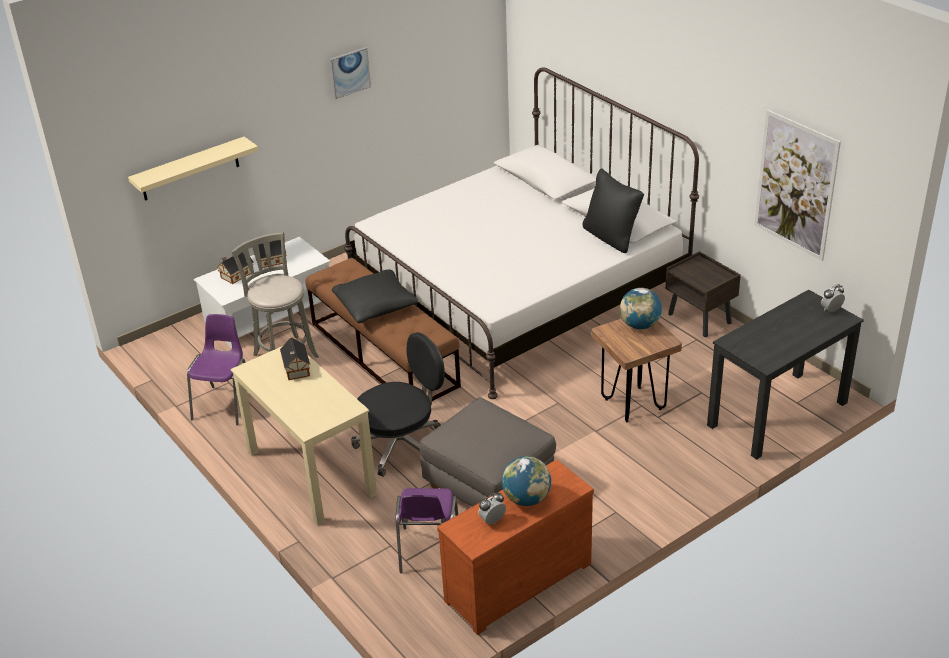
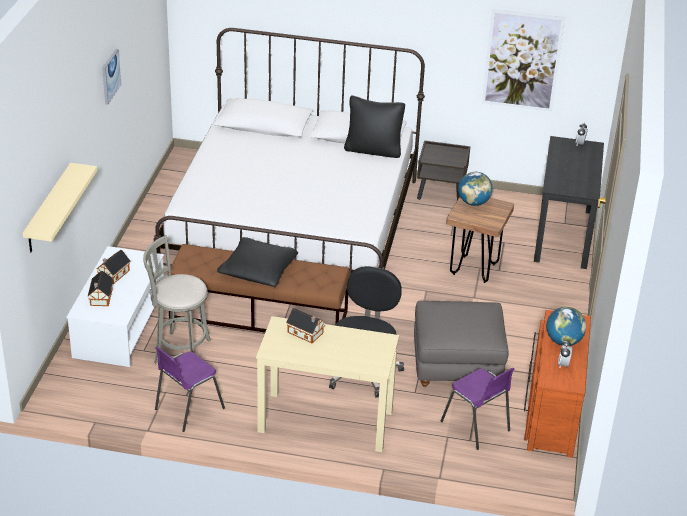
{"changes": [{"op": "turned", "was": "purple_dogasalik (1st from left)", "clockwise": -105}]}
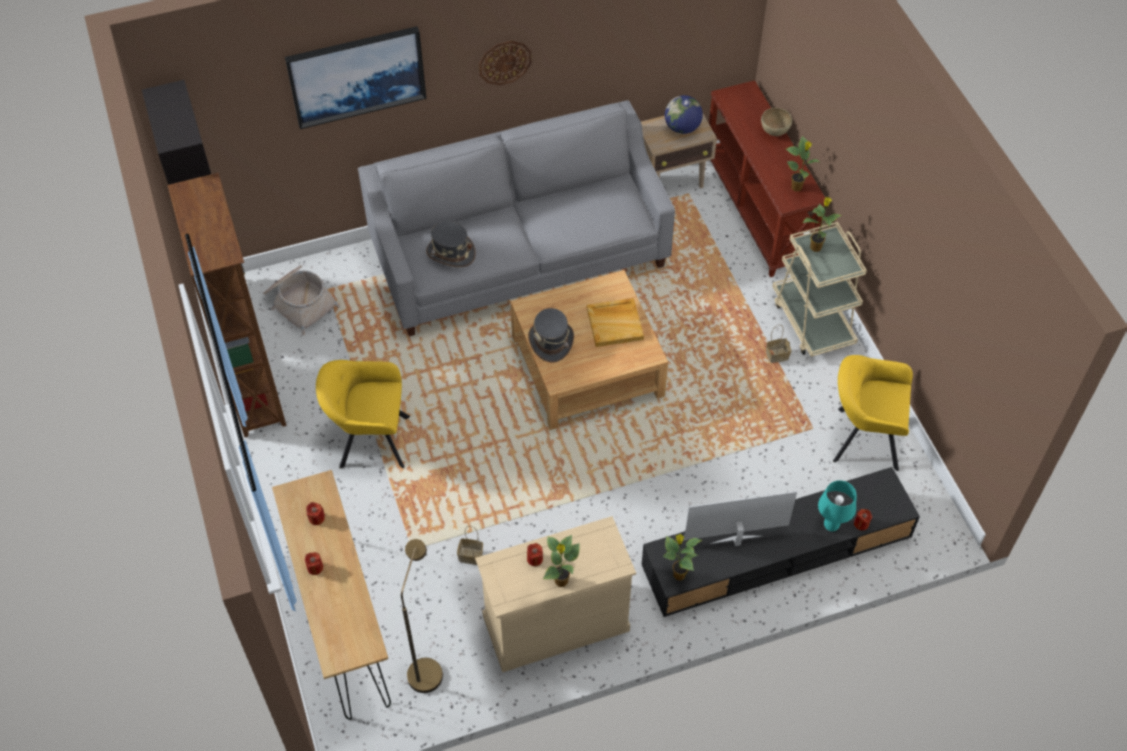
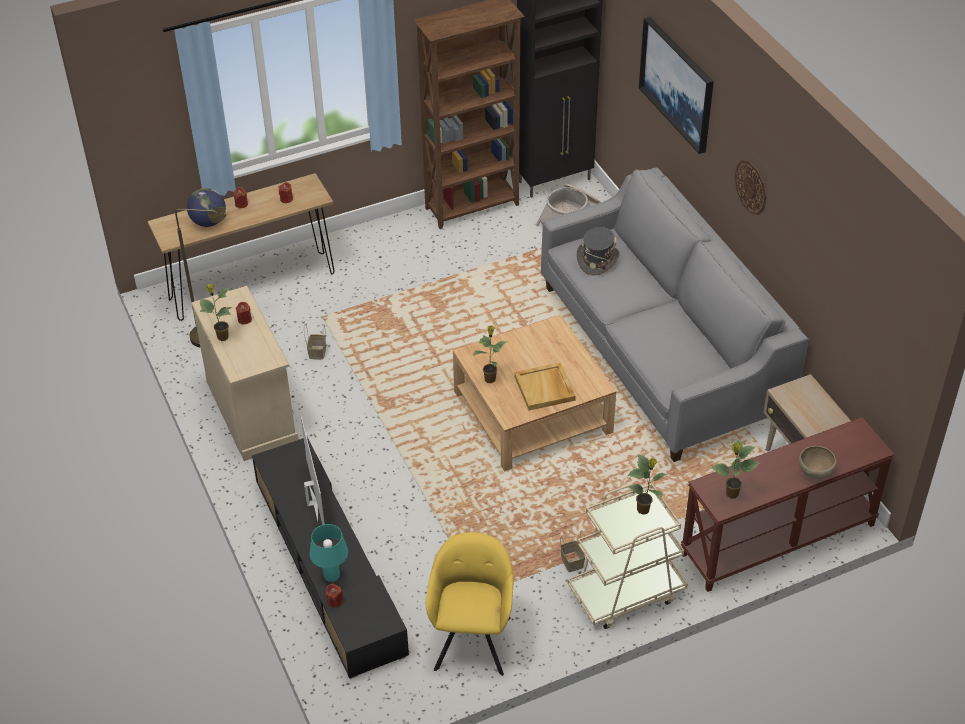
{"changes": [{"op": "moved", "was": "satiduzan"}, {"op": "moved", "was": "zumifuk (2nd from left)"}, {"op": "removed", "was": "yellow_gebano (1st from left)"}, {"op": "removed", "was": "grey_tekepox (2nd from left)"}]}
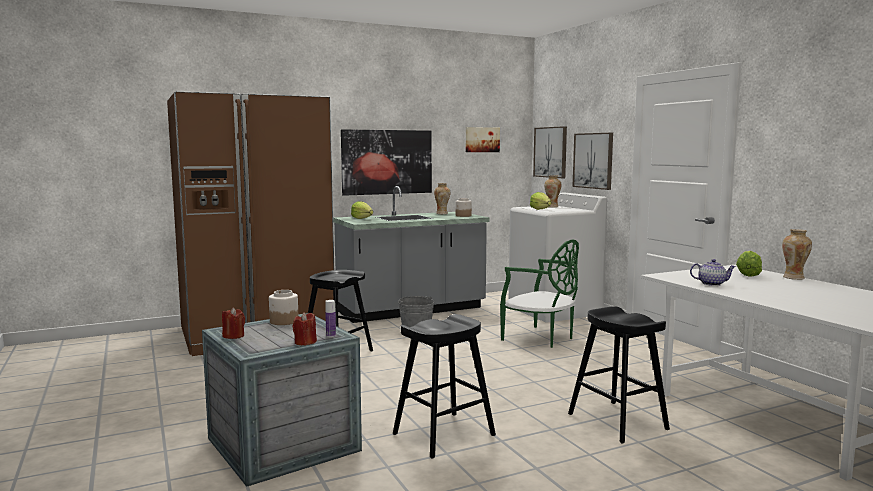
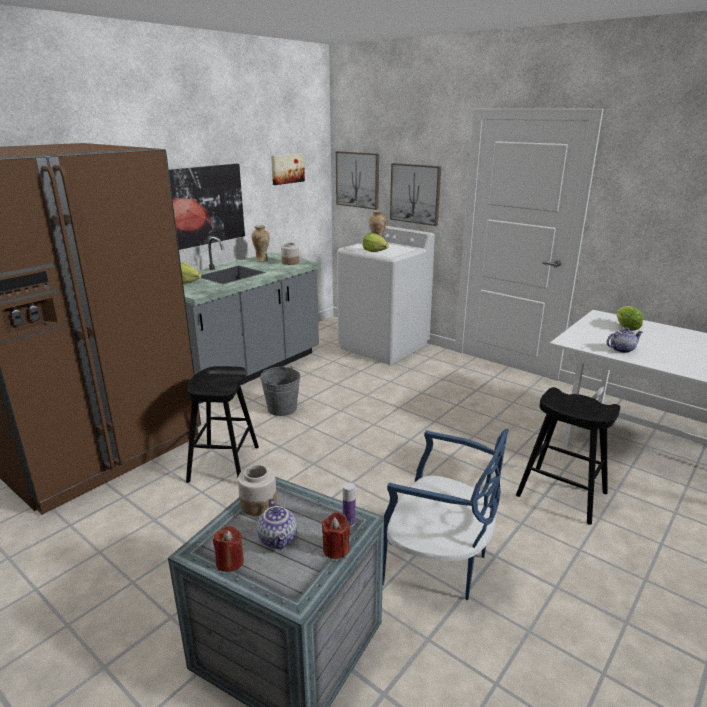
{"changes": [{"op": "added", "now": "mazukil (1st from left)"}, {"op": "replaced", "was": "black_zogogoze (2nd from left)", "now": "blue_dogasalik"}, {"op": "removed", "was": "green_dogasalik"}, {"op": "removed", "was": "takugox (3rd from left)"}]}
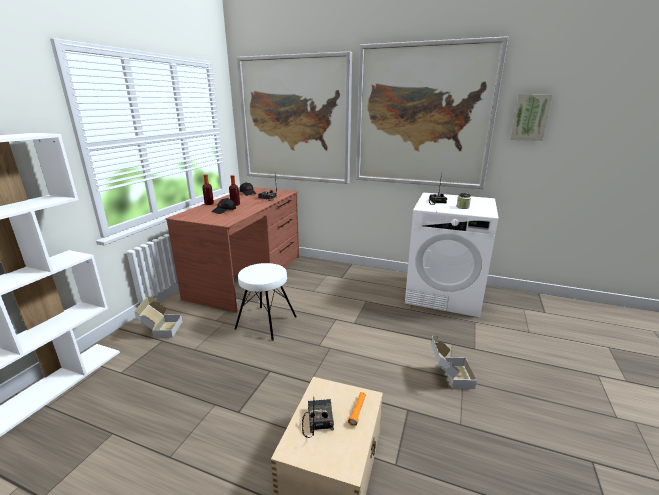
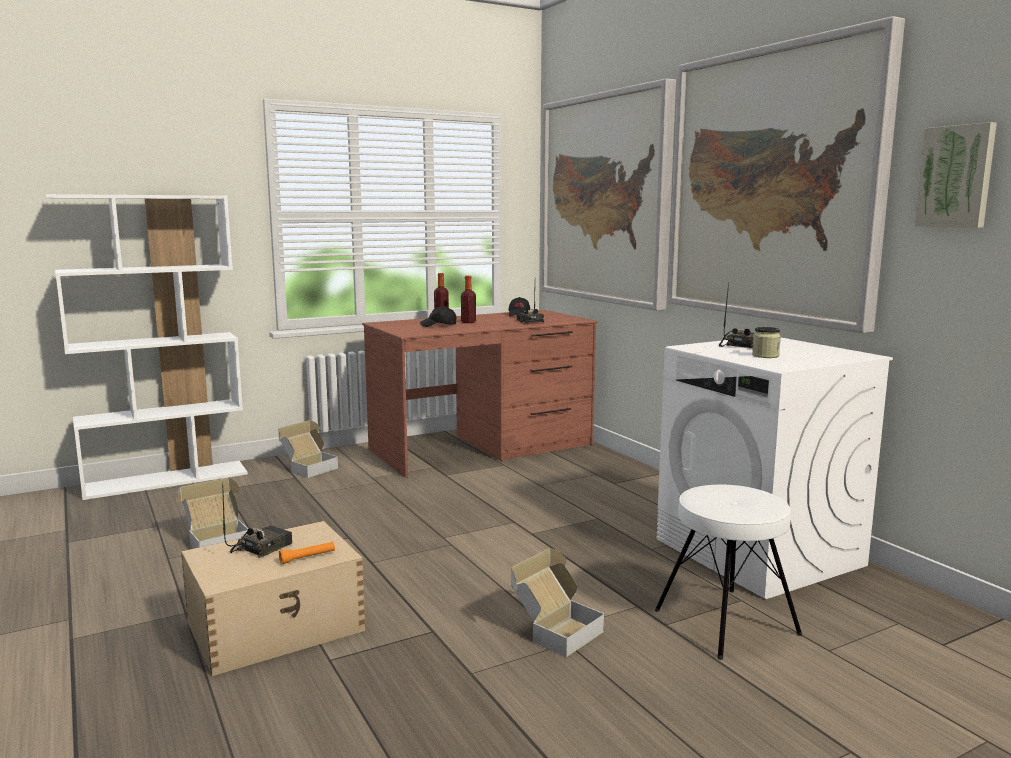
{"changes": [{"op": "added", "now": "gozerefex (1st from left)"}, {"op": "moved", "was": "white_zogogoze"}]}
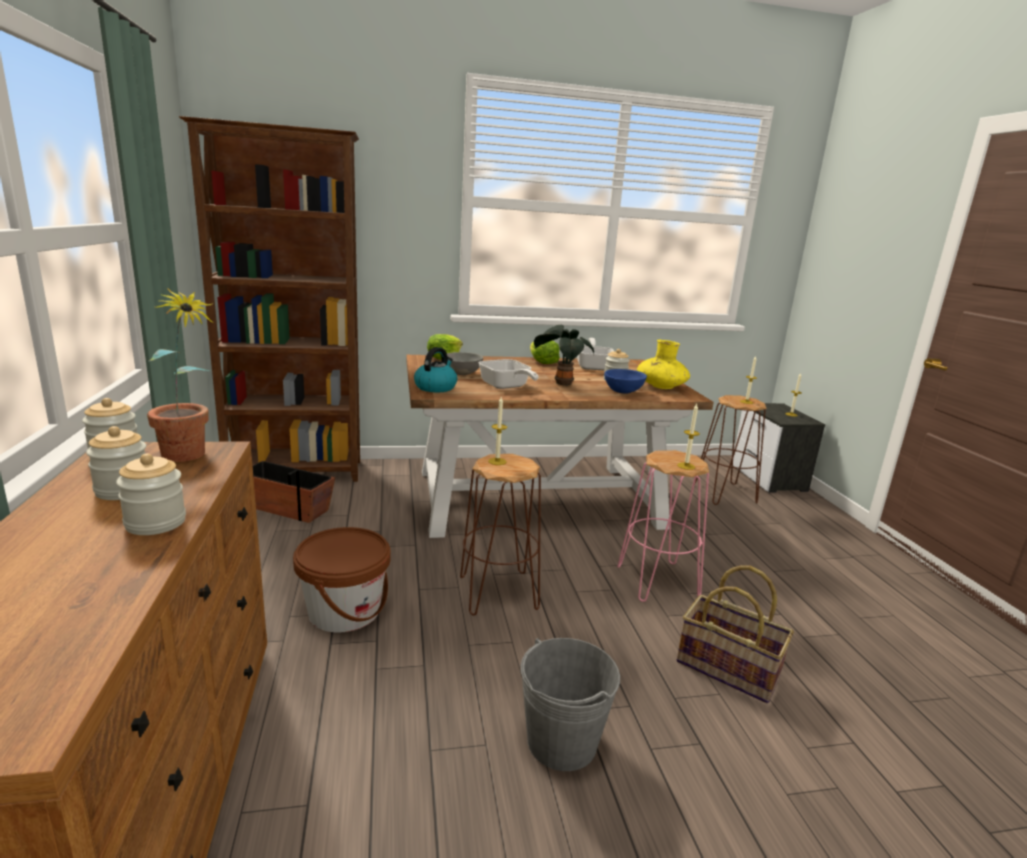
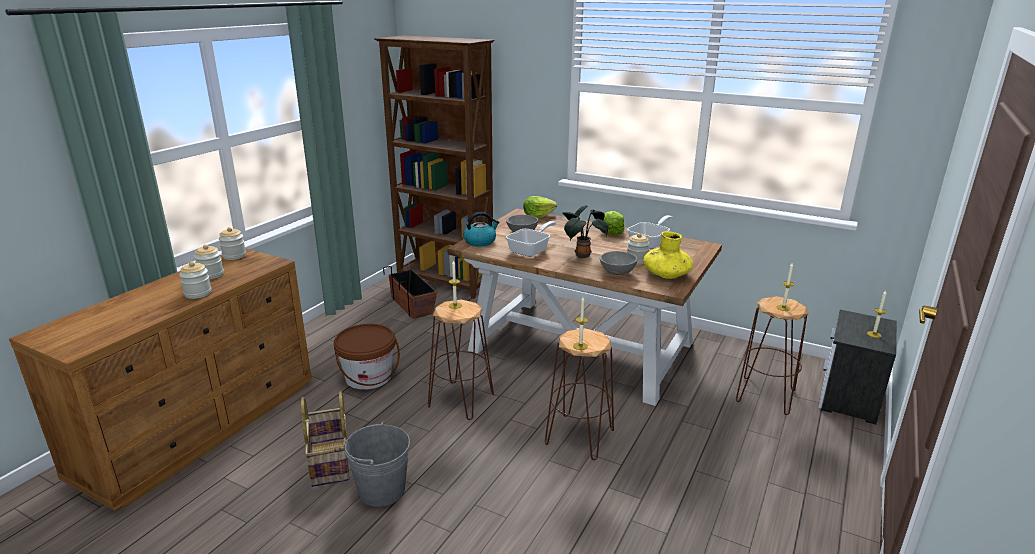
{"changes": [{"op": "moved", "was": "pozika"}, {"op": "turned", "was": "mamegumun (1st from left)", "clockwise": -150}, {"op": "recoloured", "was": "pink_zogogoze", "now": "brown_zogogoze (2nd from left)"}, {"op": "recoloured", "was": "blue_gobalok", "now": "grey_gobalok (2nd from left)"}, {"op": "removed", "was": "zumifuk (1st from left)"}]}
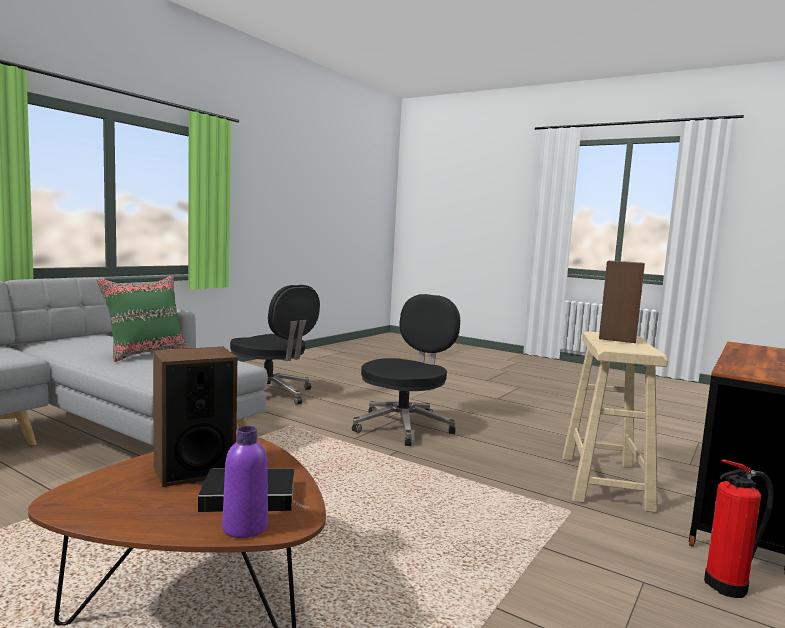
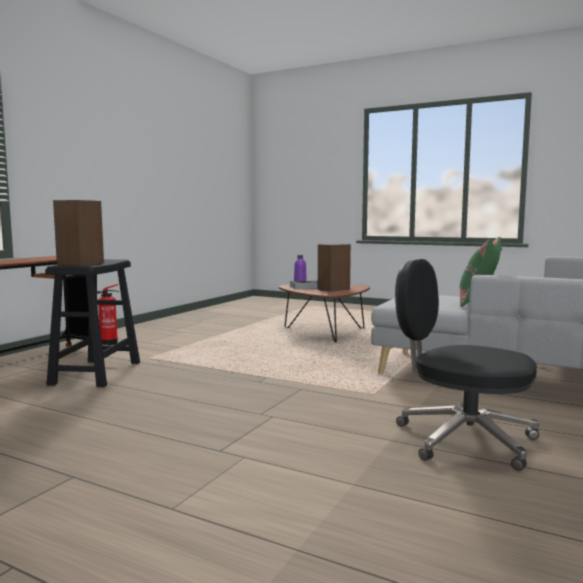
{"changes": [{"op": "recoloured", "was": "beige_zogogoze", "now": "black_zogogoze"}, {"op": "removed", "was": "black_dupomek (2nd from left)"}]}
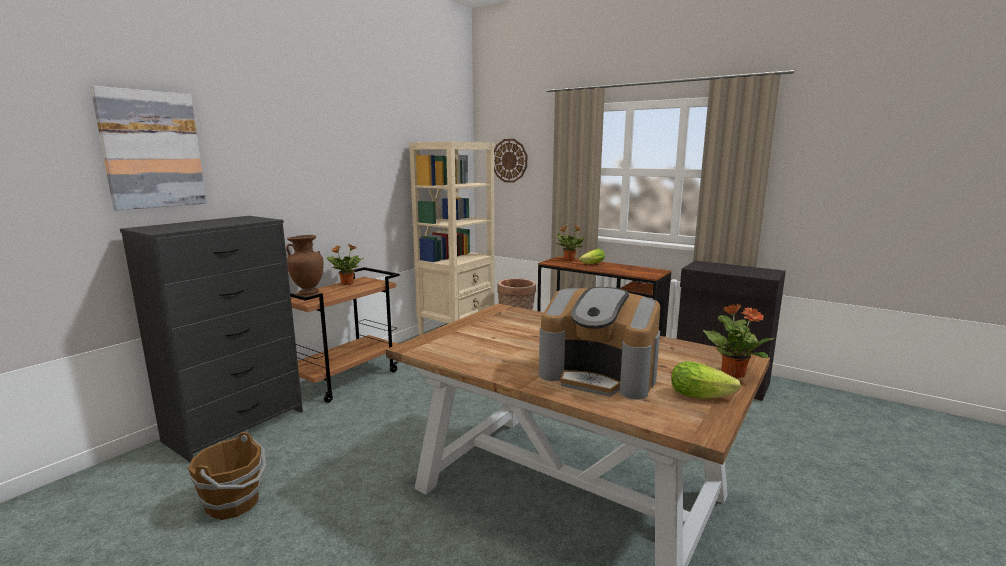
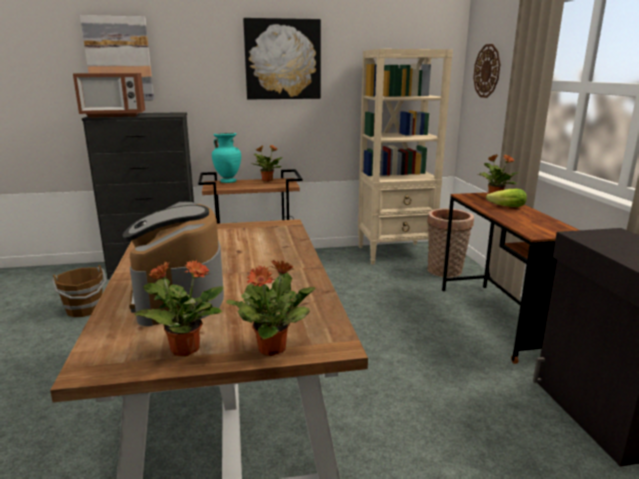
{"changes": [{"op": "added", "now": "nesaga"}, {"op": "replaced", "was": "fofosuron (2nd from left)", "now": "zumifuk (1st from left)"}, {"op": "recoloured", "was": "brown_takugox", "now": "turquoise_takugox"}, {"op": "added", "now": "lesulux (2nd from left)"}]}
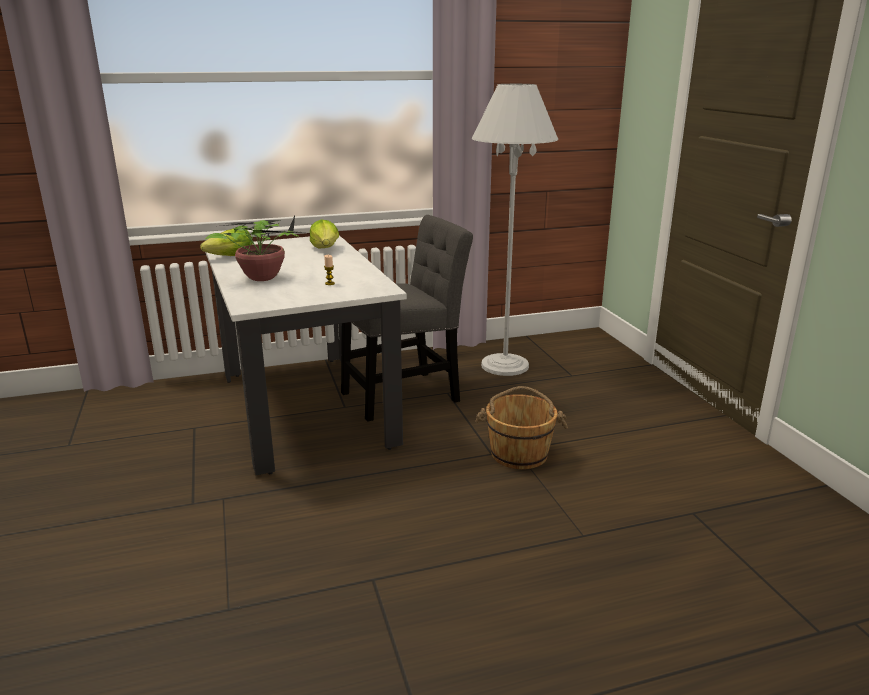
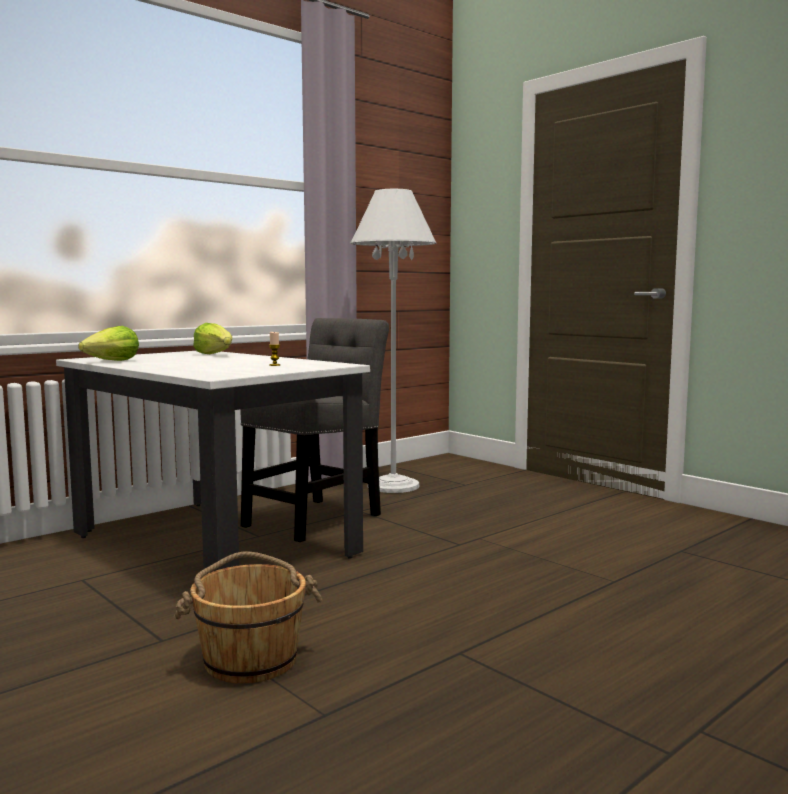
{"changes": [{"op": "moved", "was": "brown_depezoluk"}, {"op": "removed", "was": "zumifuk"}]}
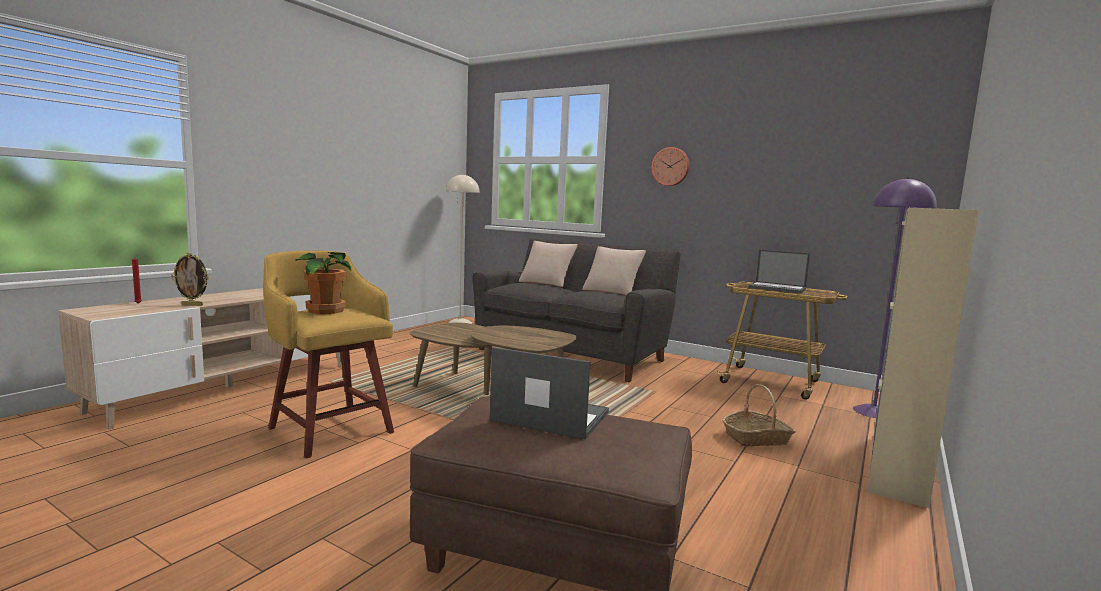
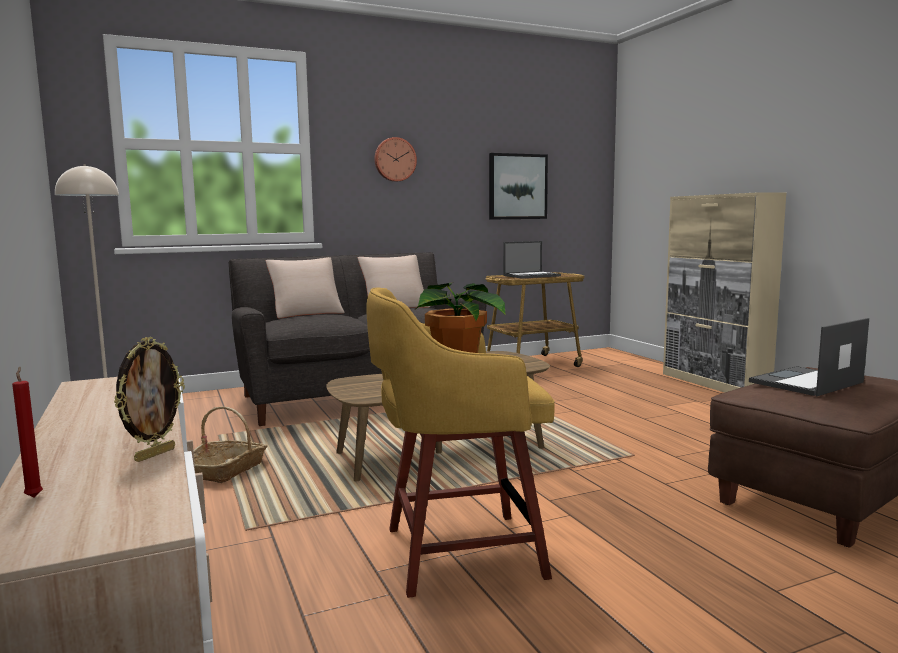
{"changes": [{"op": "moved", "was": "pozika"}, {"op": "added", "now": "lesulux"}, {"op": "removed", "was": "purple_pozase"}]}
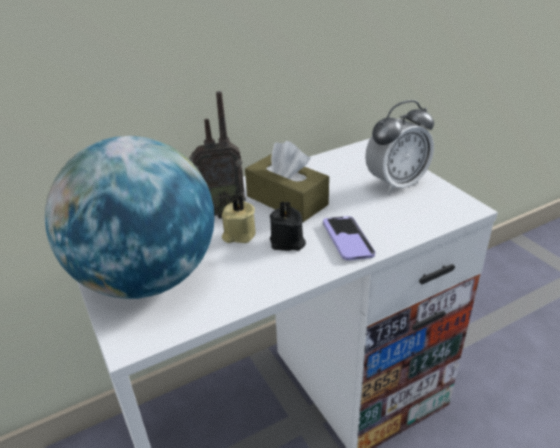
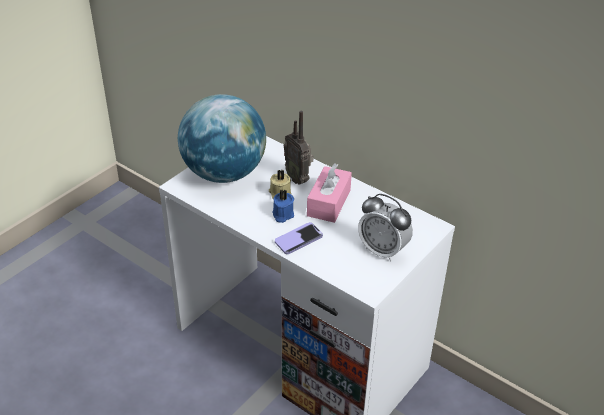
{"changes": [{"op": "recoloured", "was": "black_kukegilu", "now": "blue_kukegilu"}, {"op": "recoloured", "was": "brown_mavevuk", "now": "pink_mavevuk"}]}
